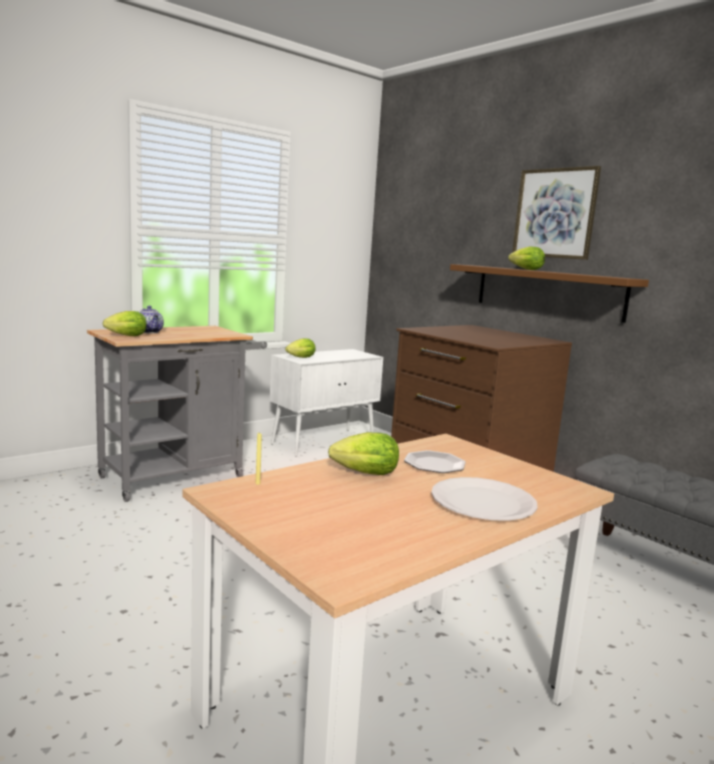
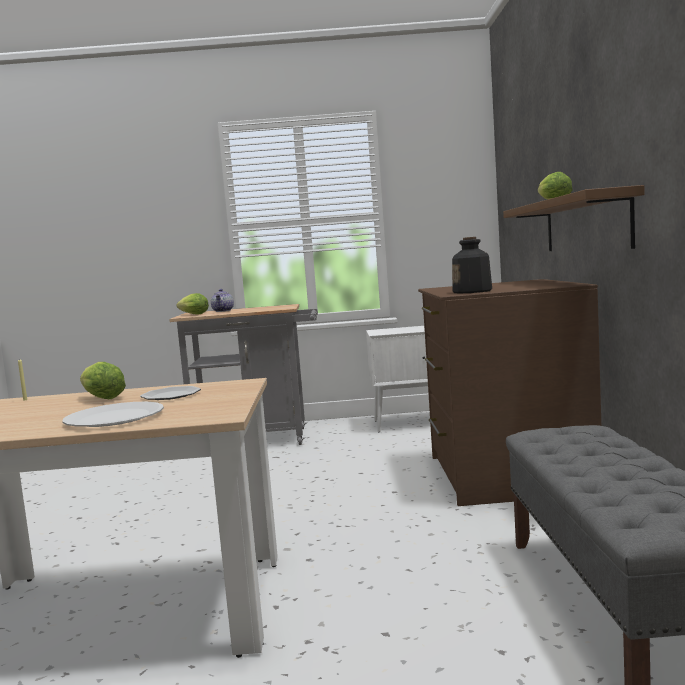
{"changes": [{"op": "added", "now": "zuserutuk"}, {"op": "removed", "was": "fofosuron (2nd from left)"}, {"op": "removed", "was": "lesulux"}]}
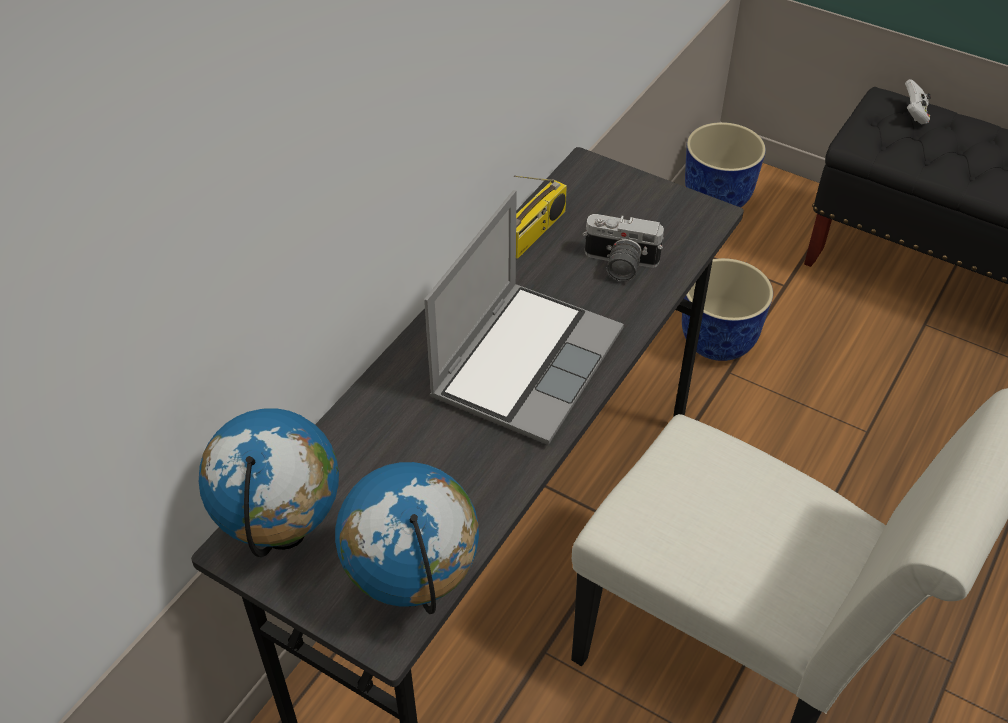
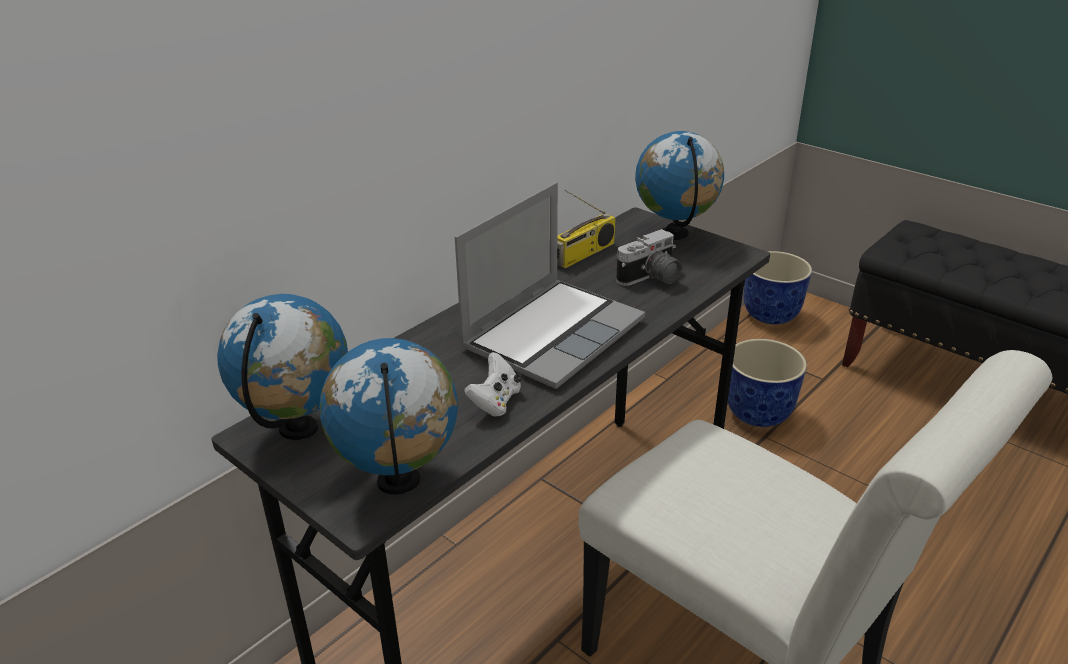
{"changes": [{"op": "moved", "was": "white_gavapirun"}, {"op": "turned", "was": "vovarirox", "clockwise": -60}, {"op": "added", "now": "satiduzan (3rd from left)"}]}
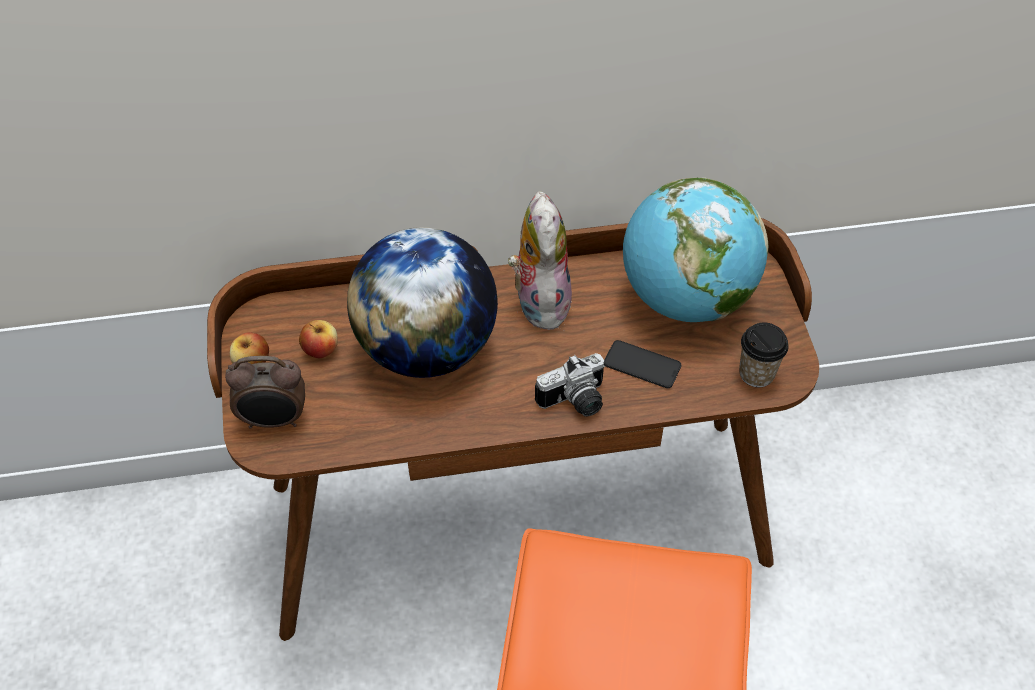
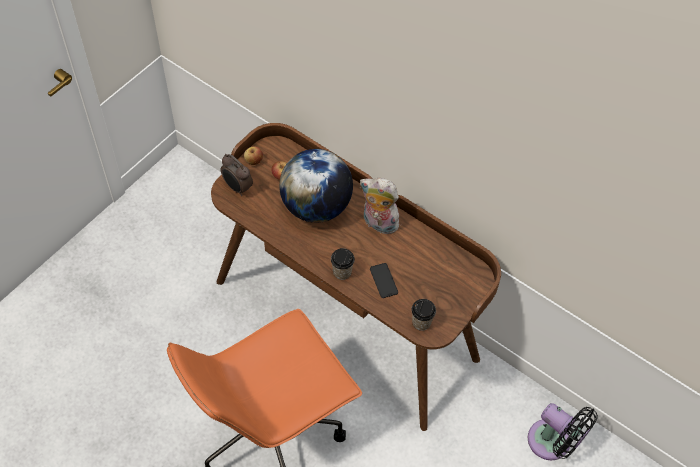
{"changes": [{"op": "replaced", "was": "vovarirox", "now": "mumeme (1st from left)"}, {"op": "turned", "was": "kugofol", "clockwise": -105}, {"op": "added", "now": "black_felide"}, {"op": "removed", "was": "satiduzan (2nd from left)"}]}
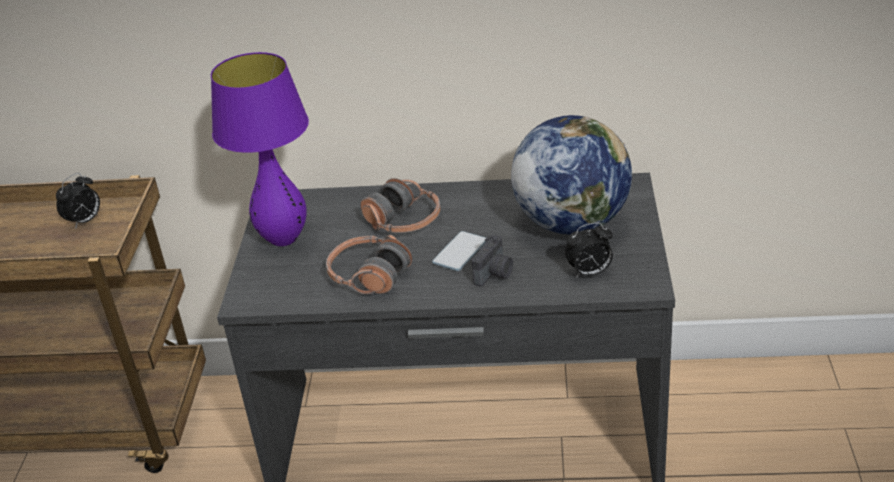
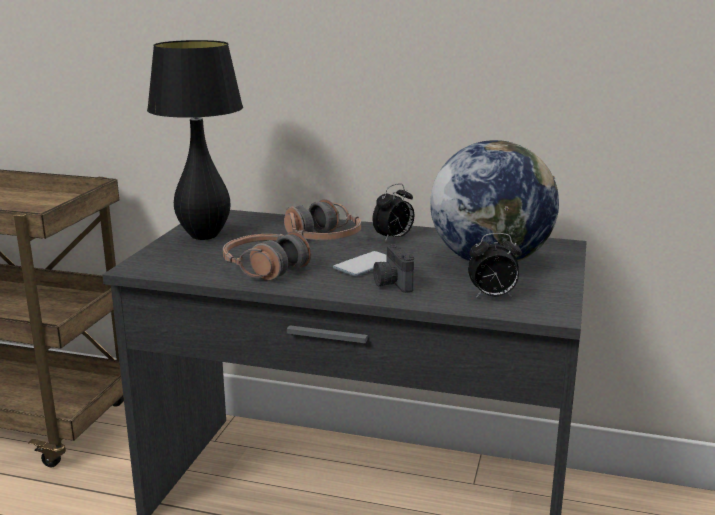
{"changes": [{"op": "recoloured", "was": "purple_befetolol", "now": "black_befetolol"}, {"op": "moved", "was": "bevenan (1st from left)"}, {"op": "turned", "was": "vovarirox", "clockwise": 120}]}
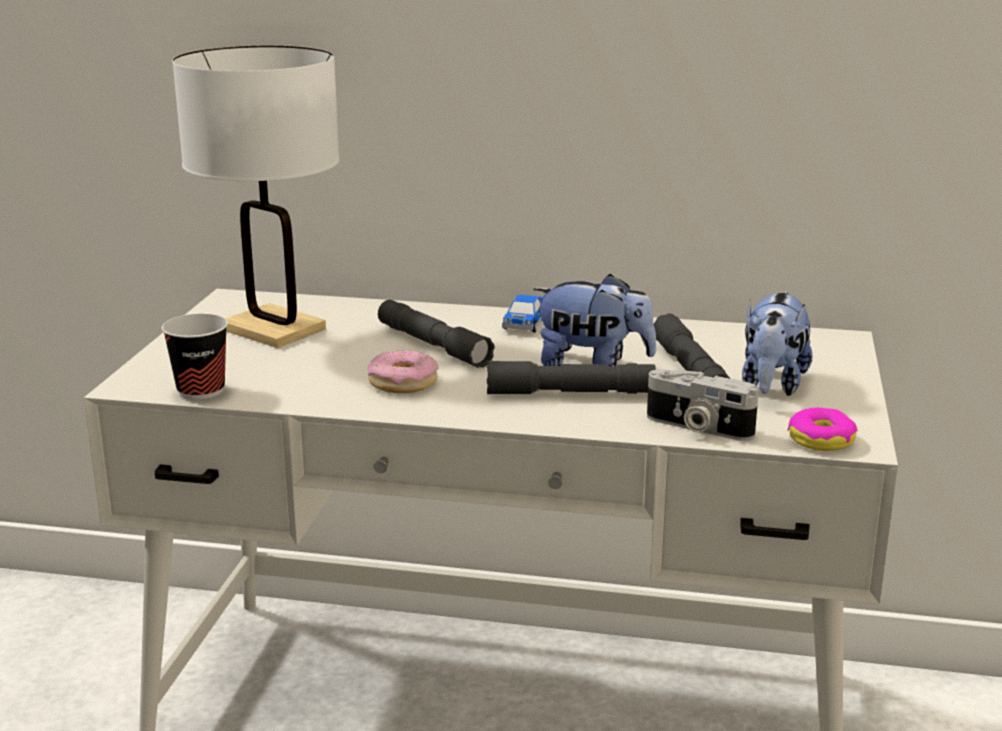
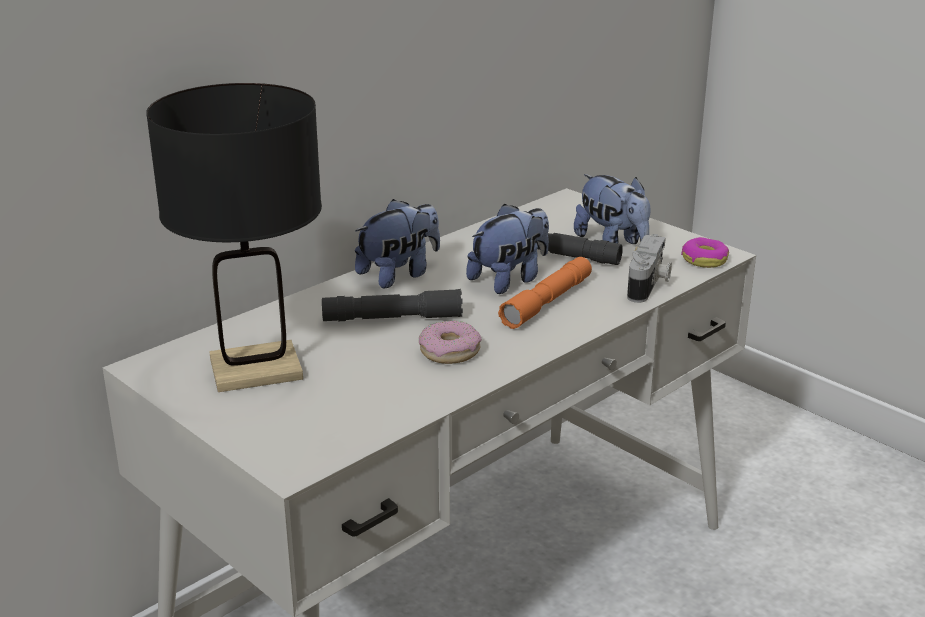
{"changes": [{"op": "recoloured", "was": "white_befetolol", "now": "black_befetolol"}, {"op": "replaced", "was": "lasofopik", "now": "kugofol (1st from left)"}, {"op": "recoloured", "was": "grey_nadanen (2nd from left)", "now": "orange_nadanen"}, {"op": "turned", "was": "vovarirox", "clockwise": -45}, {"op": "removed", "was": "mumeme"}]}
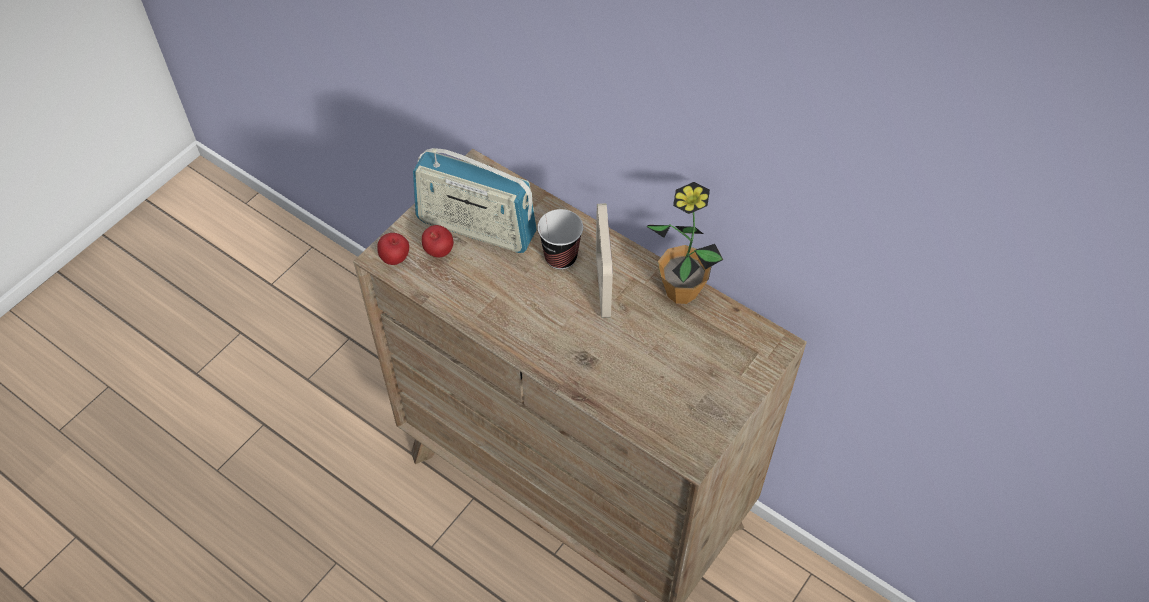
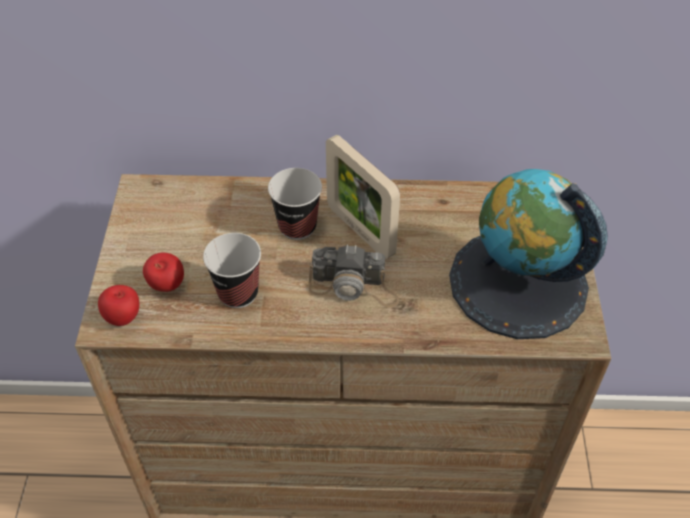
{"changes": [{"op": "added", "now": "mumeme (1st from left)"}, {"op": "added", "now": "vovarirox"}, {"op": "added", "now": "satiduzan"}, {"op": "removed", "was": "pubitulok"}, {"op": "removed", "was": "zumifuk"}]}
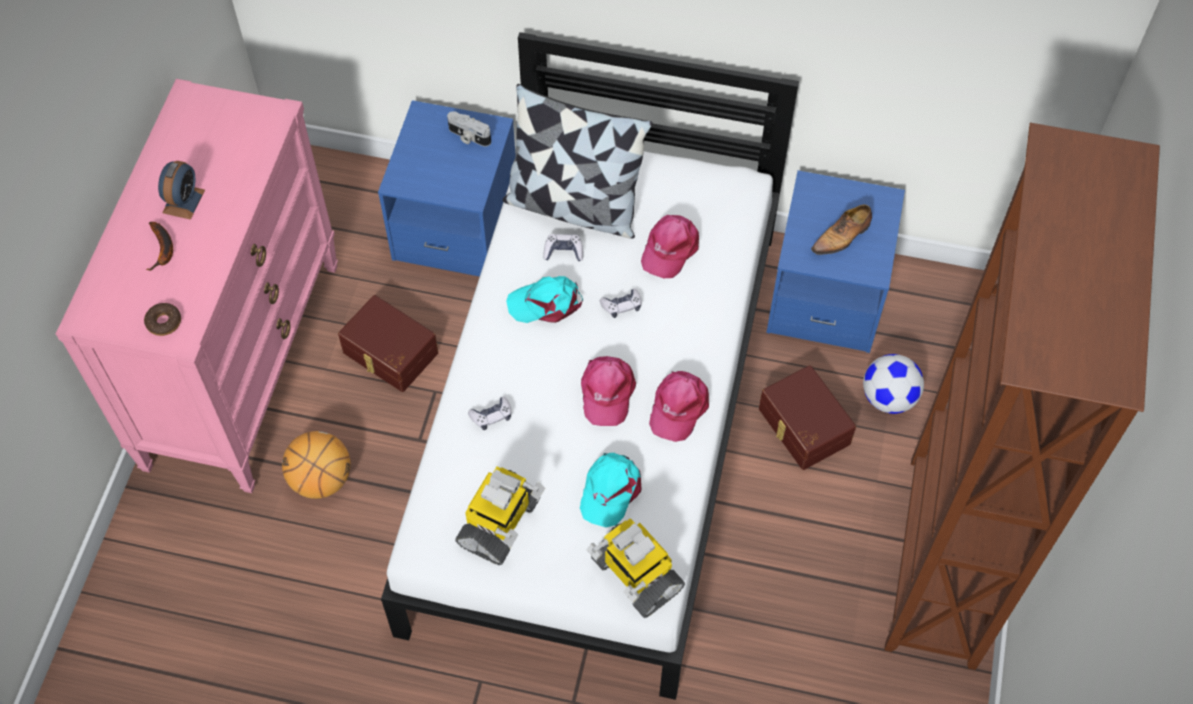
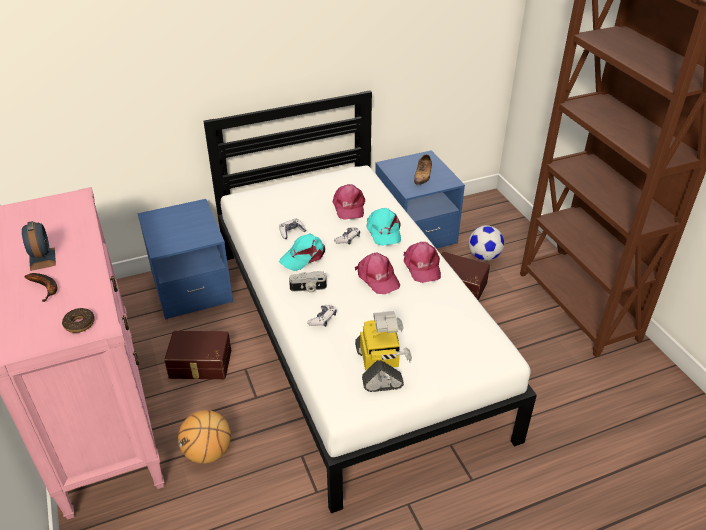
{"changes": [{"op": "moved", "was": "vovarirox"}, {"op": "moved", "was": "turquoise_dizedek (2nd from left)"}, {"op": "removed", "was": "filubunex"}, {"op": "removed", "was": "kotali (2nd from left)"}]}
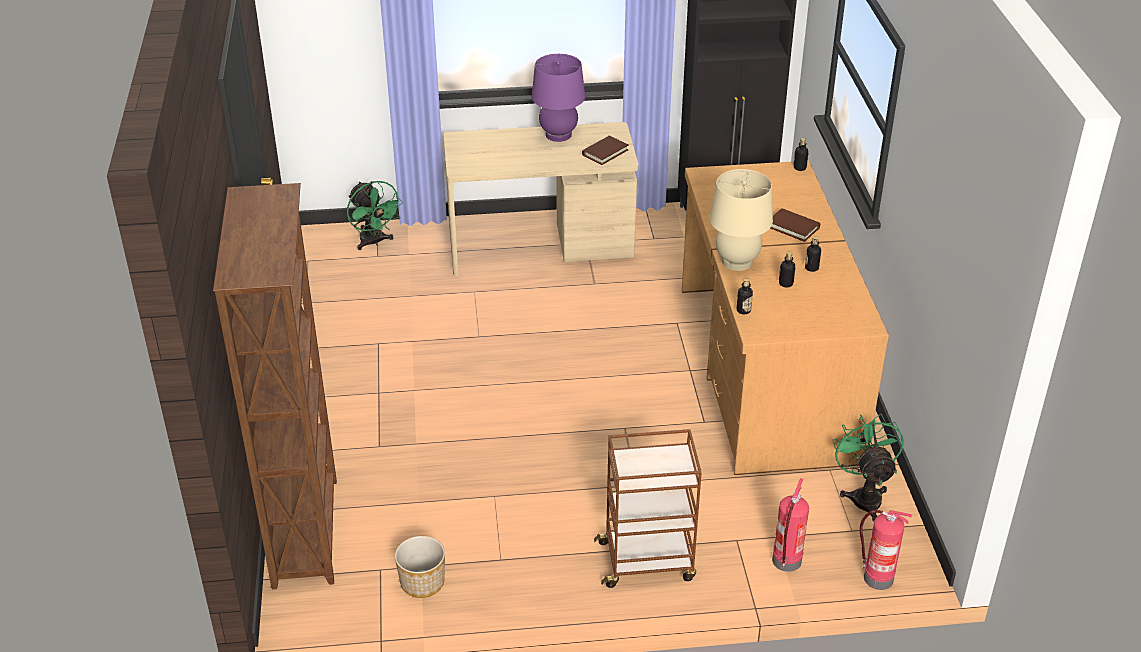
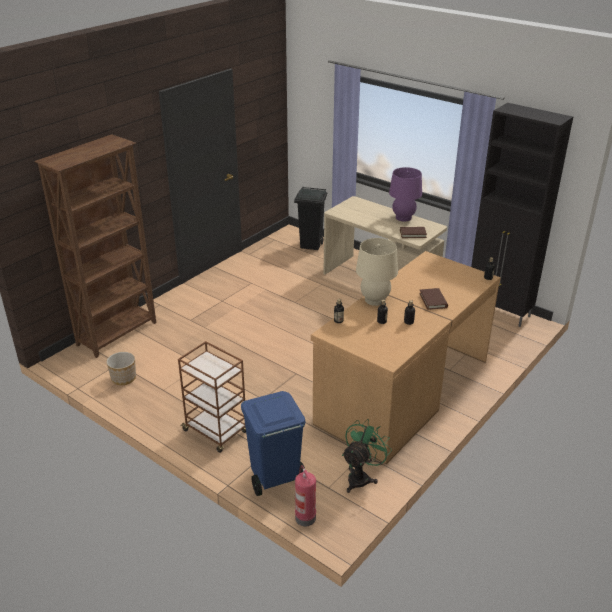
{"changes": [{"op": "replaced", "was": "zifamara (1st from left)", "now": "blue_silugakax"}, {"op": "replaced", "was": "green_felide (1st from left)", "now": "black_silugakax"}]}
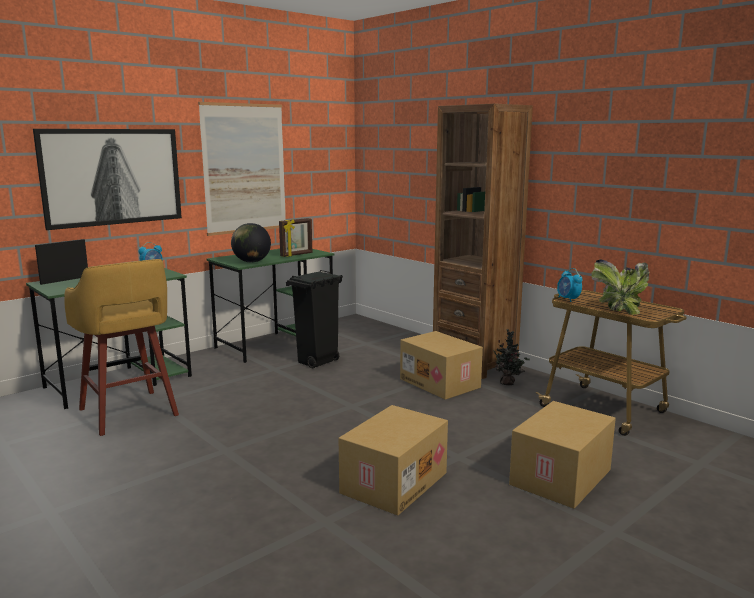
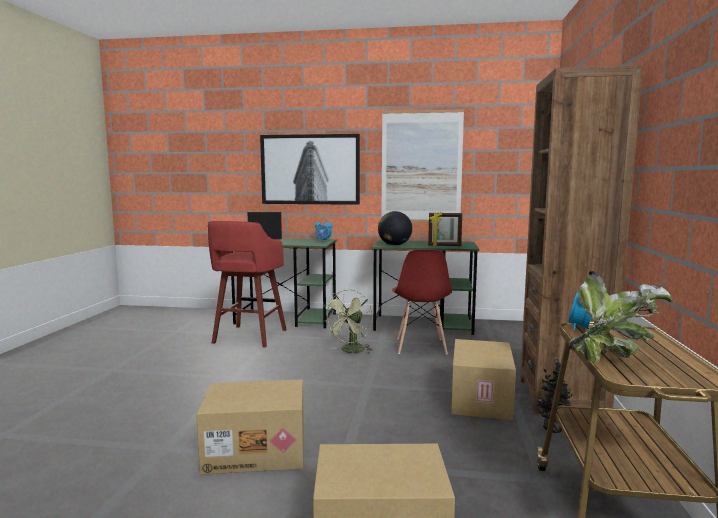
{"changes": [{"op": "recoloured", "was": "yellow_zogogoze", "now": "red_zogogoze"}, {"op": "added", "now": "green_felide"}, {"op": "replaced", "was": "black_silugakax", "now": "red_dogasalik"}]}
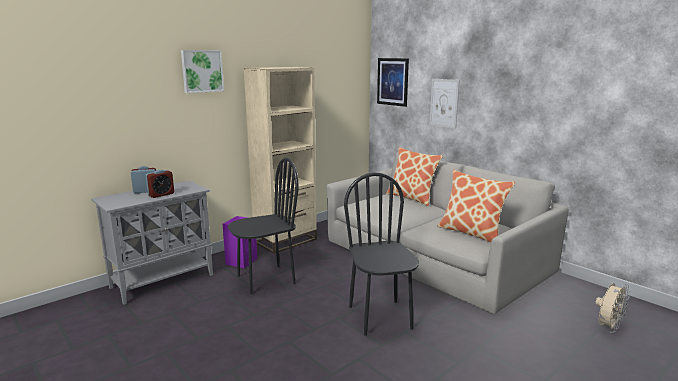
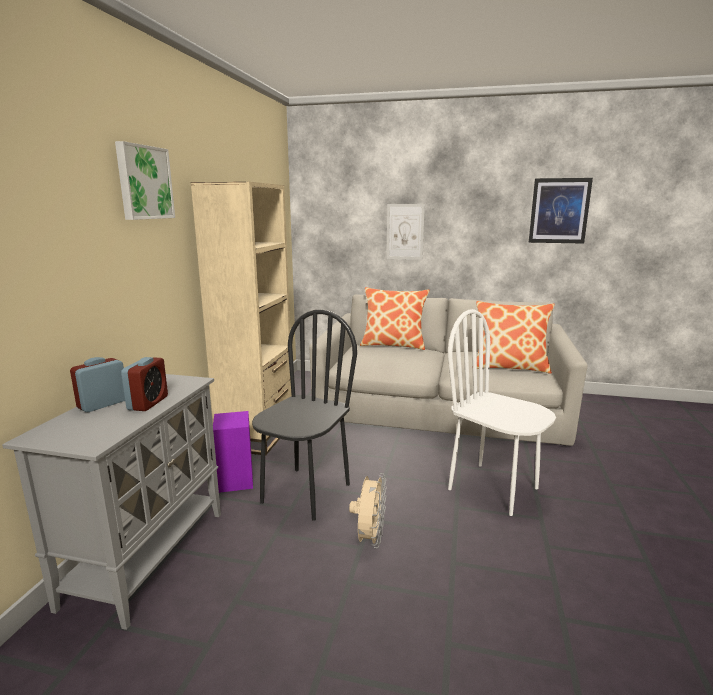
{"changes": [{"op": "moved", "was": "beige_felide"}, {"op": "recoloured", "was": "black_dogasalik (2nd from left)", "now": "white_dogasalik"}, {"op": "moved", "was": "lesulux (2nd from left in the first image)", "now": "lesulux (3rd from left)"}]}
